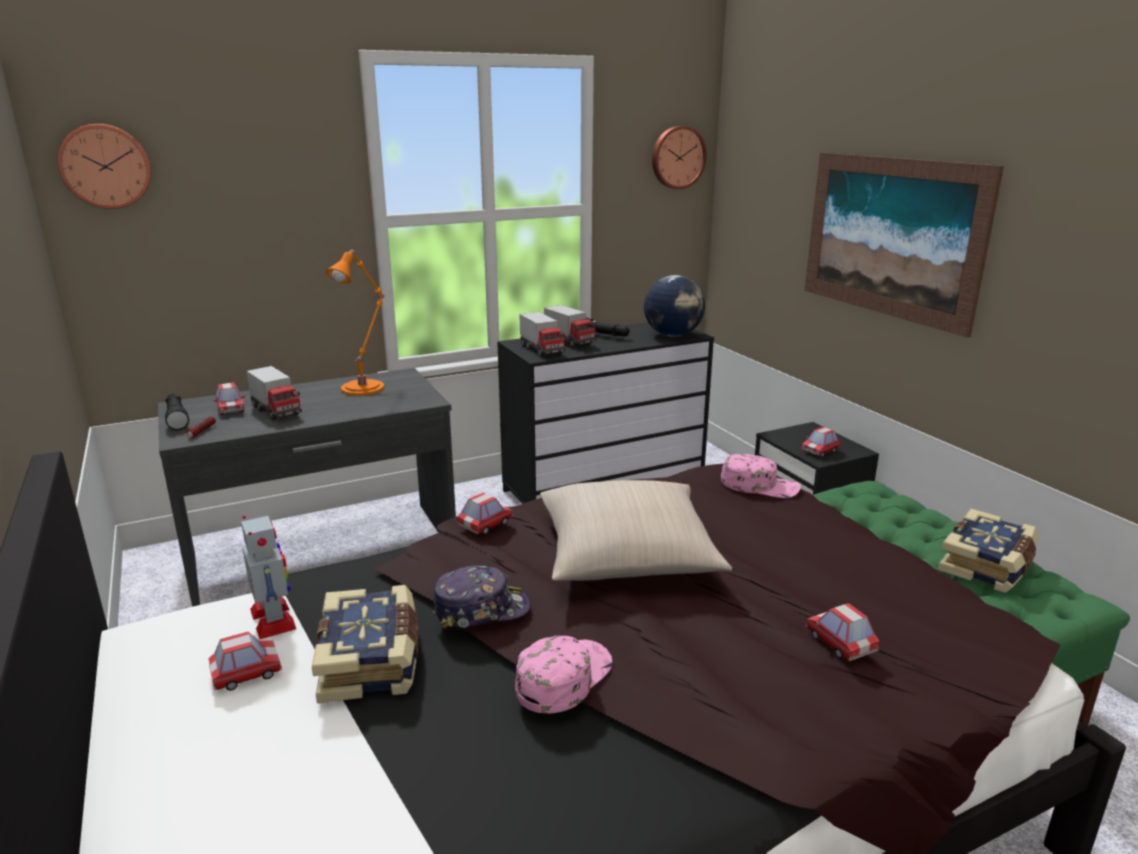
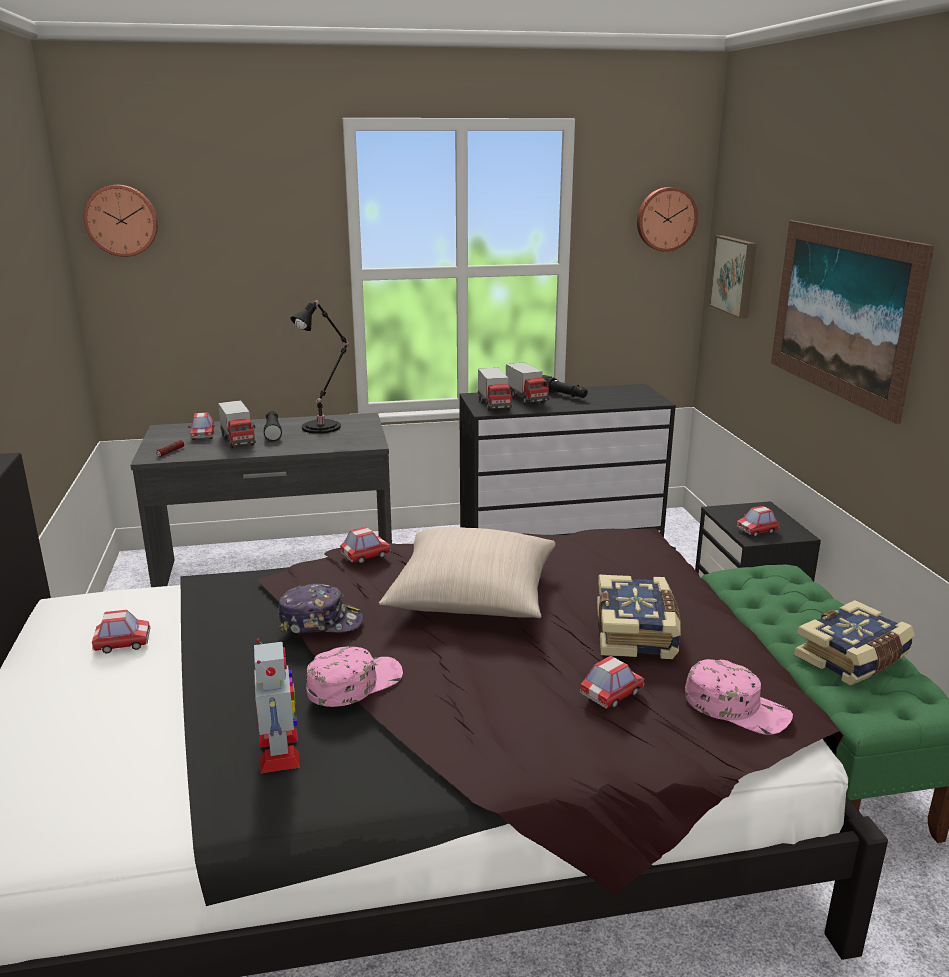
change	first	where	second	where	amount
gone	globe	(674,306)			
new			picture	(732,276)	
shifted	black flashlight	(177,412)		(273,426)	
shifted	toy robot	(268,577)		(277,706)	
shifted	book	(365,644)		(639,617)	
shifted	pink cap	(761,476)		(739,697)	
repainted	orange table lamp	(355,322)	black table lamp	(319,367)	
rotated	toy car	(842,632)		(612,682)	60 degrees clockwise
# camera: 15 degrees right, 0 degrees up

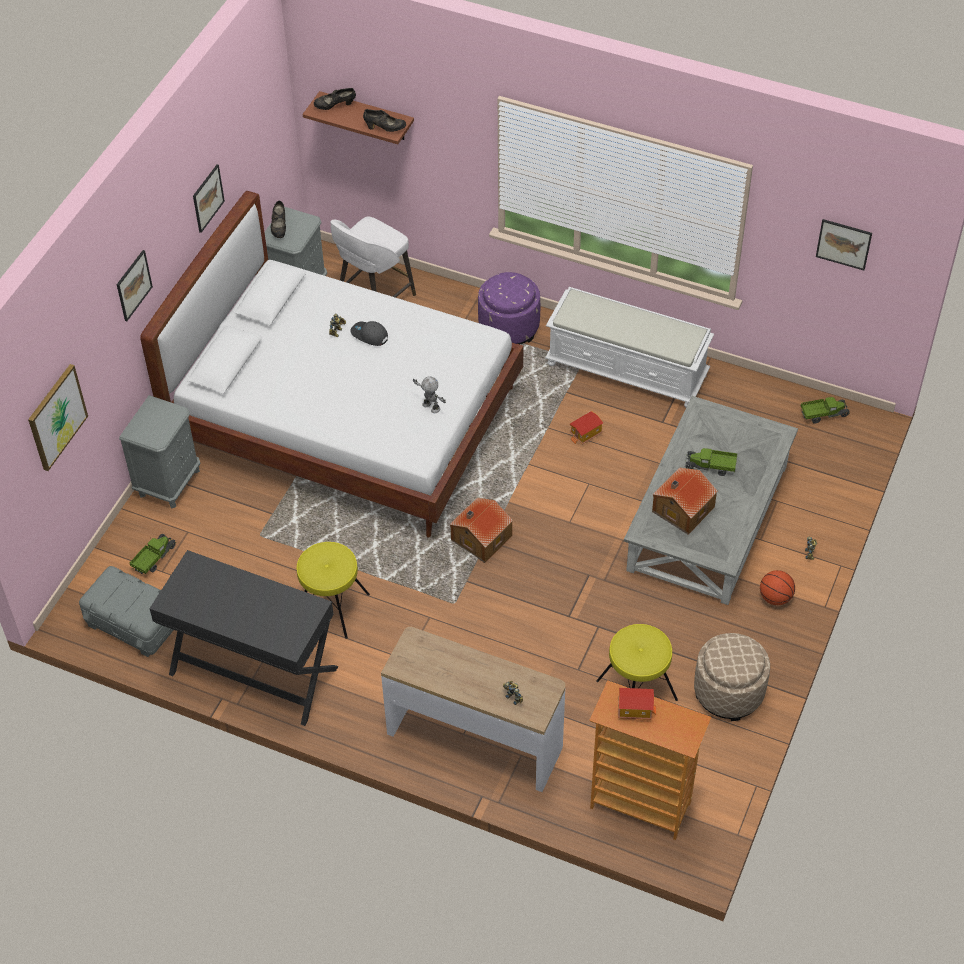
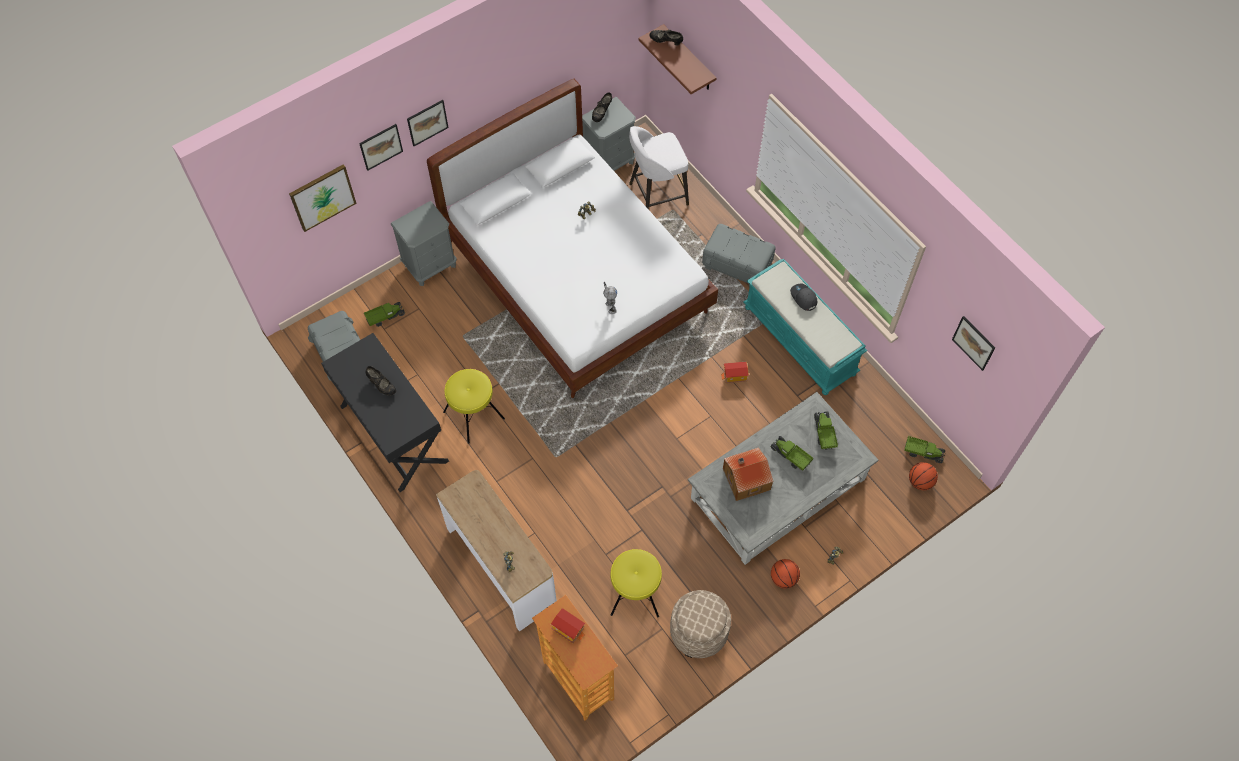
change	first	where	second	where	amount
gone	toy house	(481,530)			
new			toy truck	(826,430)	
new			basketball	(923,476)	
shifted	picture	(209,199)		(381,147)	
shifted	grey cap	(369,333)		(803,297)	
shifted	black shoe	(384,120)		(381,380)	
swapped	purple ottoman	(509,308)	grey storage box	(739,255)	
repainted	white bench	(629,347)	turquoise bench	(805,326)	
# camera: 30 degrees right, 10 degrees up

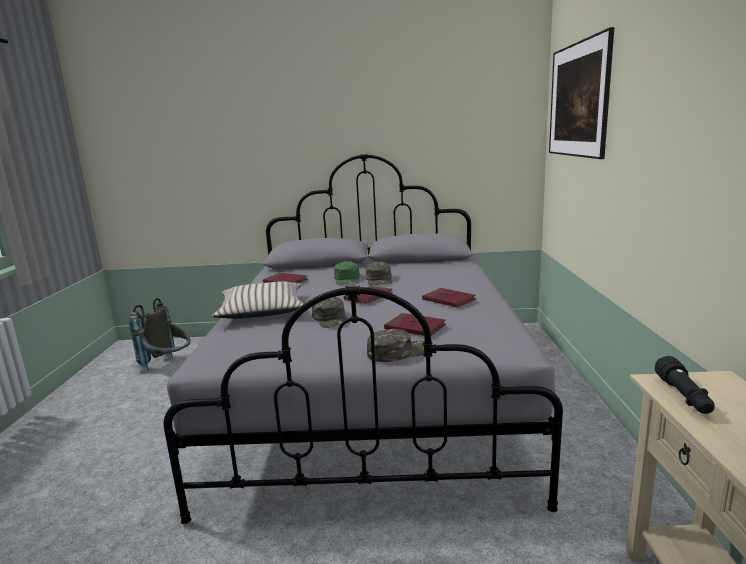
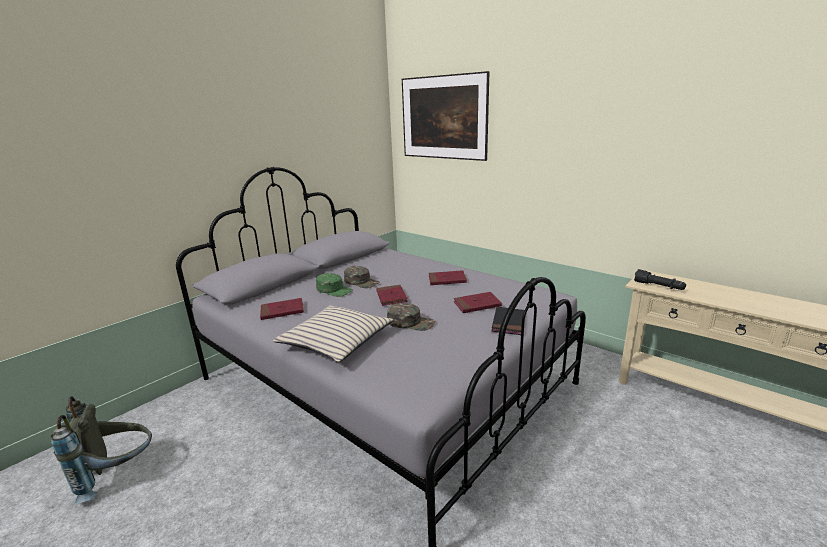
change	first	where	second	where	amount
swapped	green cap	(395,345)	black book	(508,321)	
# camera: 50 degrees left, 5 degrees up

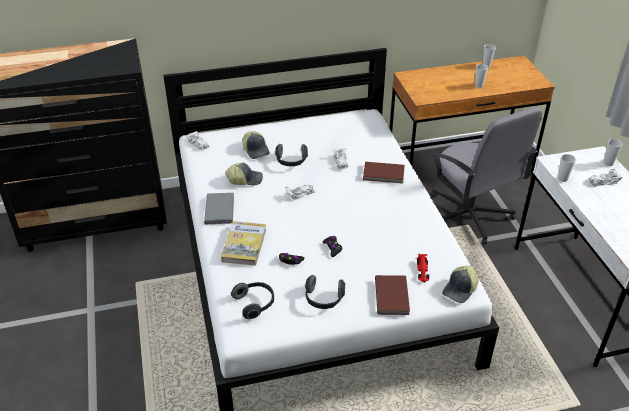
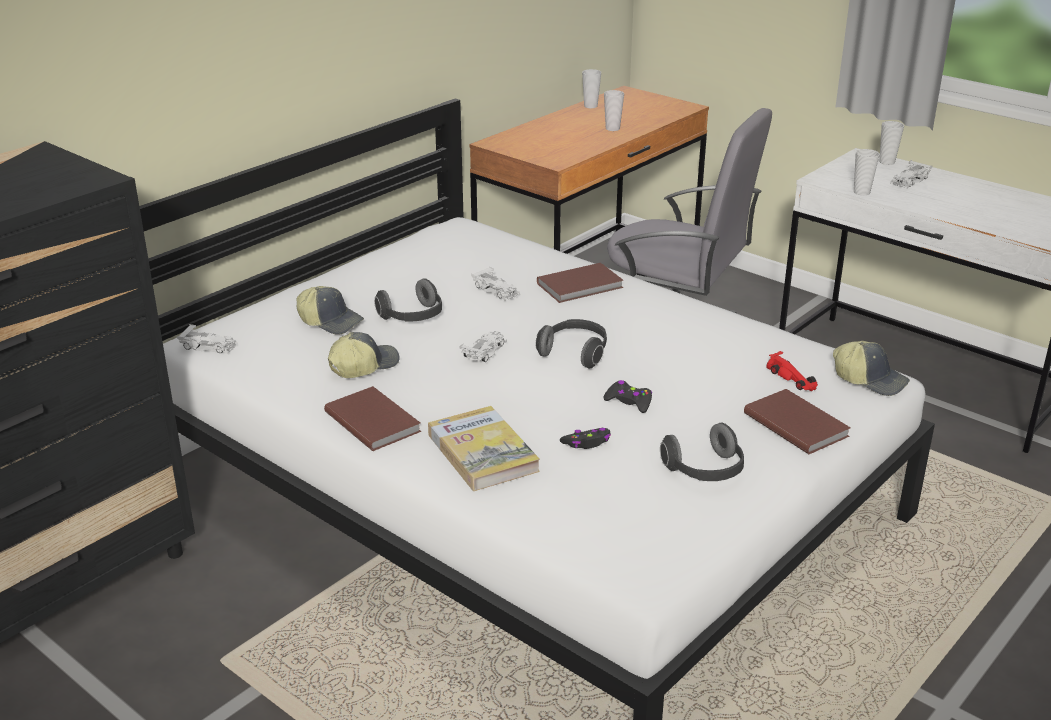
change	first	where	second	where	amount
shifted	headphones	(252,300)		(571,344)	
repainted	grey book	(219,208)	brown book	(372,418)	
rotated	cap	(460,284)		(871,368)	60 degrees counterclockwise
# camera: 35 degrees left, 10 degrees down

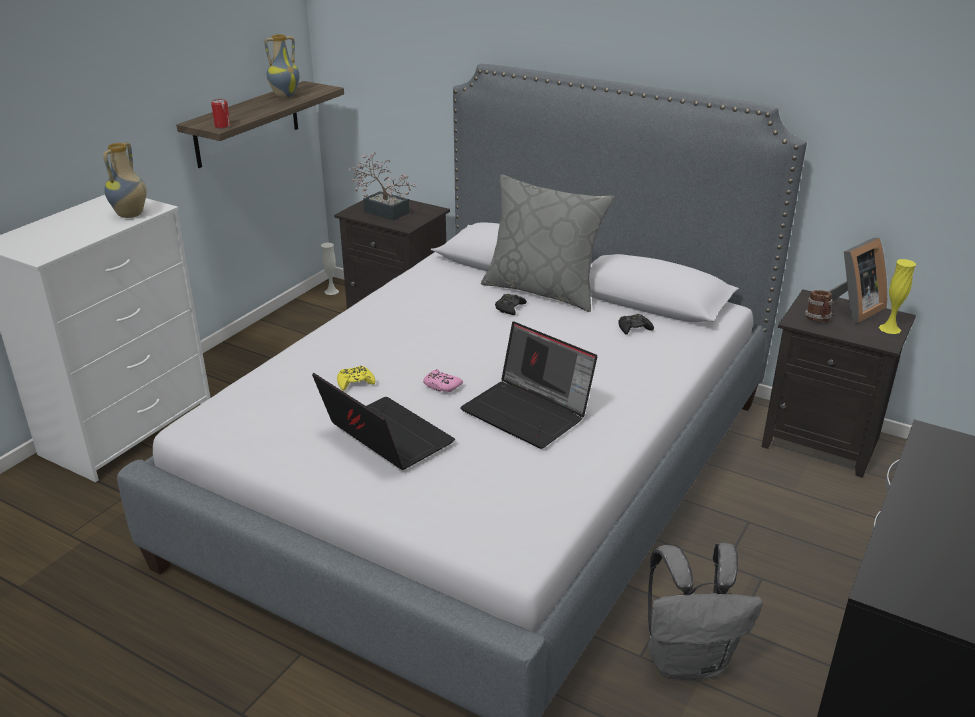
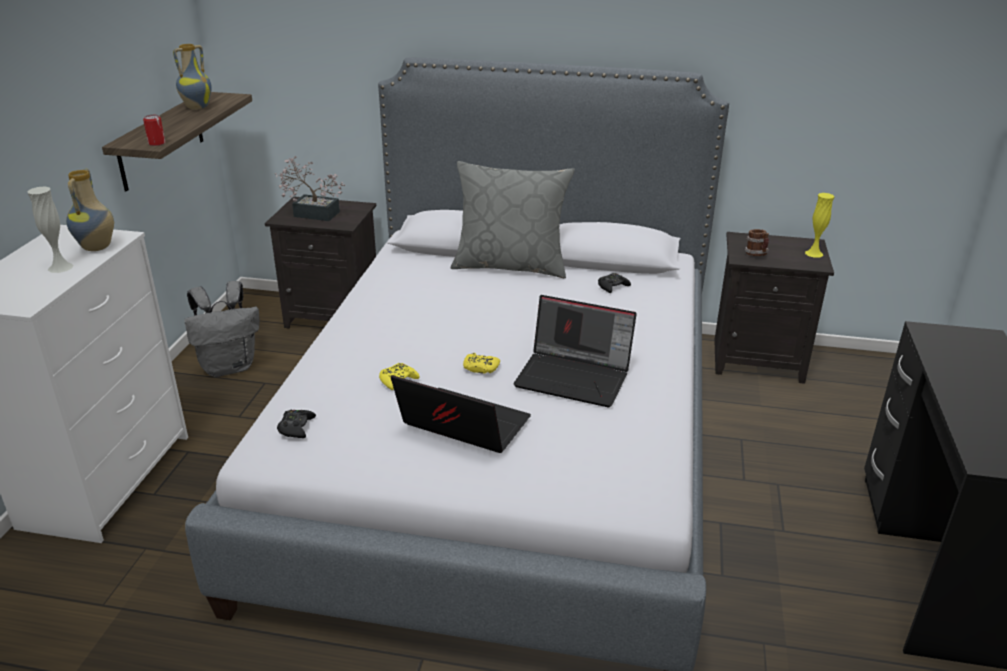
change	first	where	second	where	amount
gone	picture frame	(857,280)			
shifted	white vase	(330,269)		(50,230)	
shifted	black game controller	(511,304)		(296,424)	
shifted	grey backpack	(705,611)		(222,329)	
repainted	pink game controller	(443,381)	yellow game controller	(481,363)	
# camera: 20 degrees left, 0 degrees up

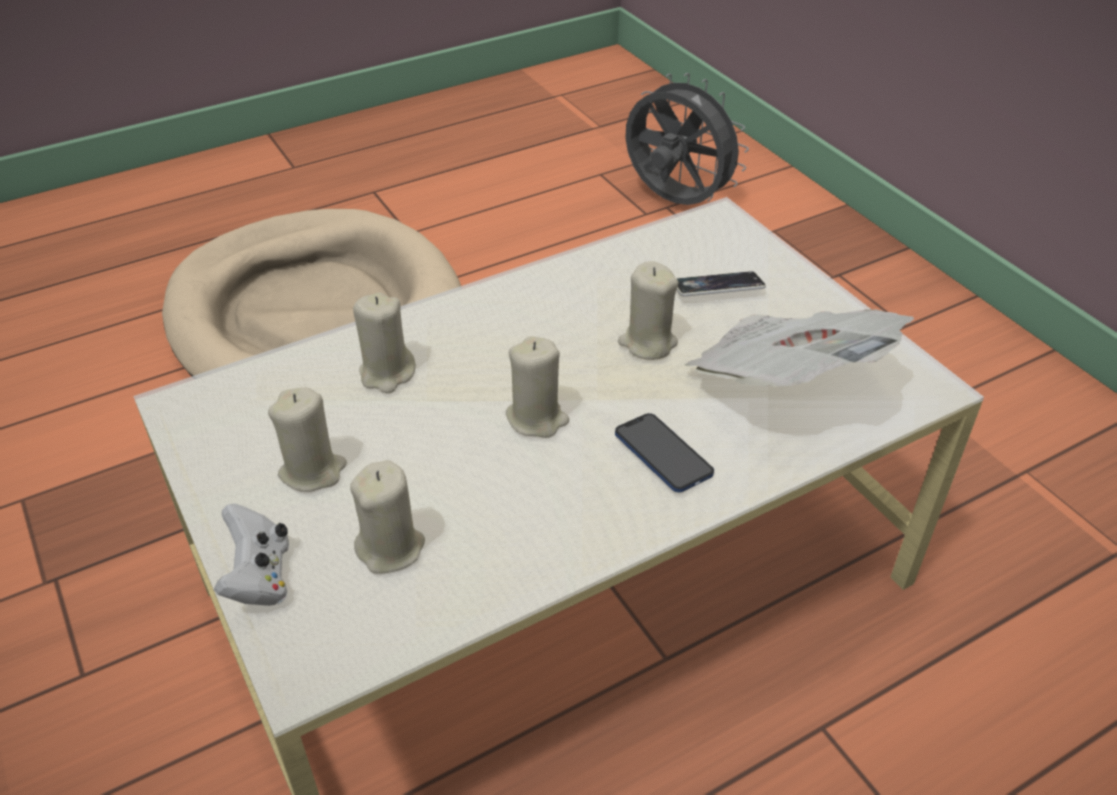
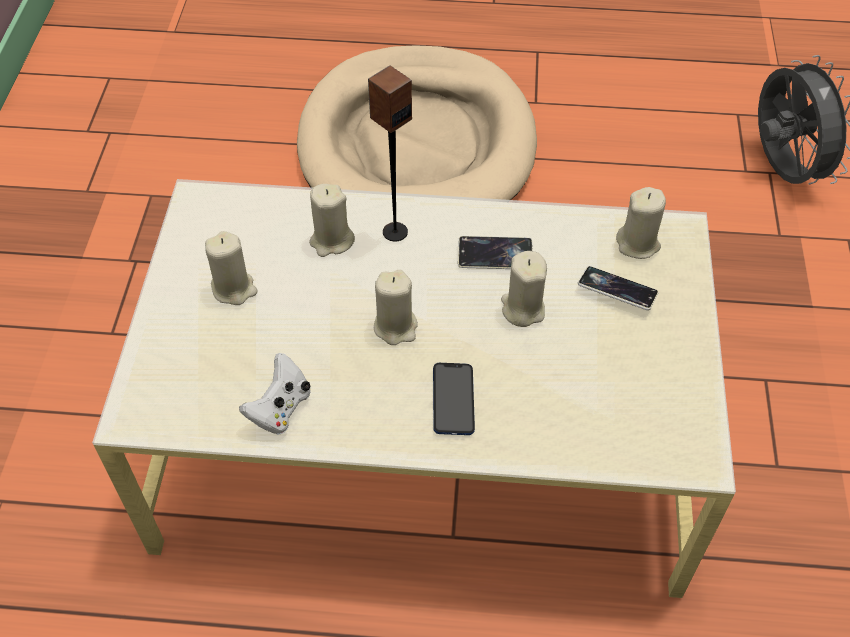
change	first	where	second	where	amount
gone	newspaper	(799,348)			
new			speaker	(390,153)	
new			phone	(495,252)	
shifted	white game controller	(251,555)		(275,394)	
shifted	beige candle	(387,517)		(641,223)	
# camera: 35 degrees right, 10 degrees up

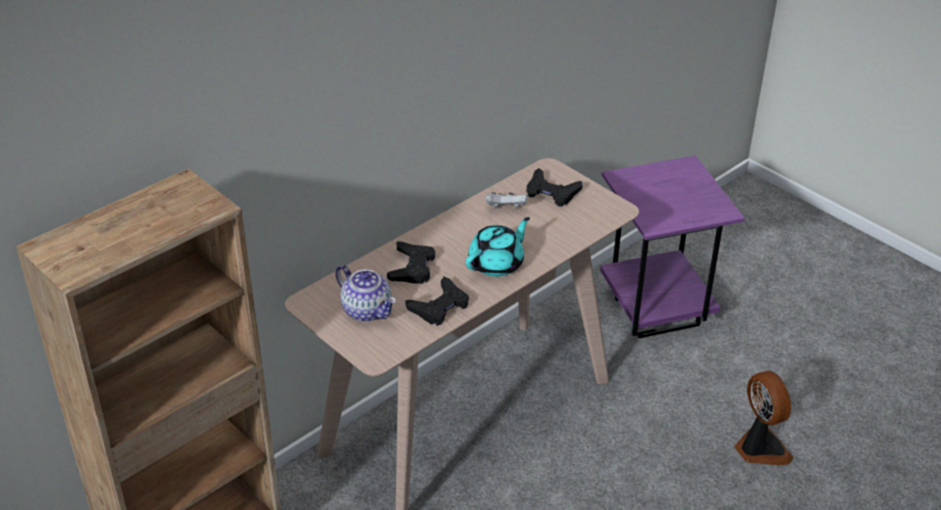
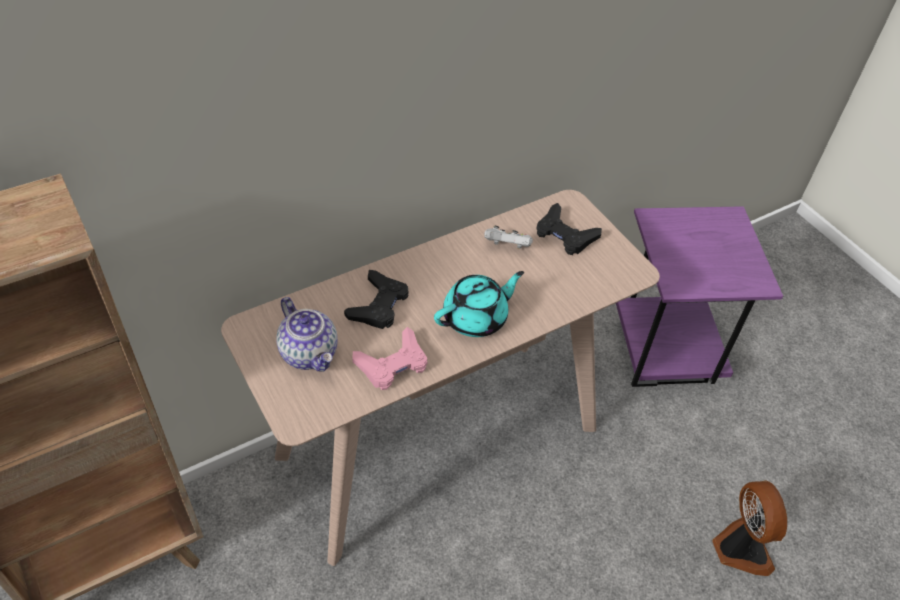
change	first	where	second	where	amount
repainted	black game controller	(437,301)	pink game controller	(389,358)	
# camera: 10 degrees right, 10 degrees up

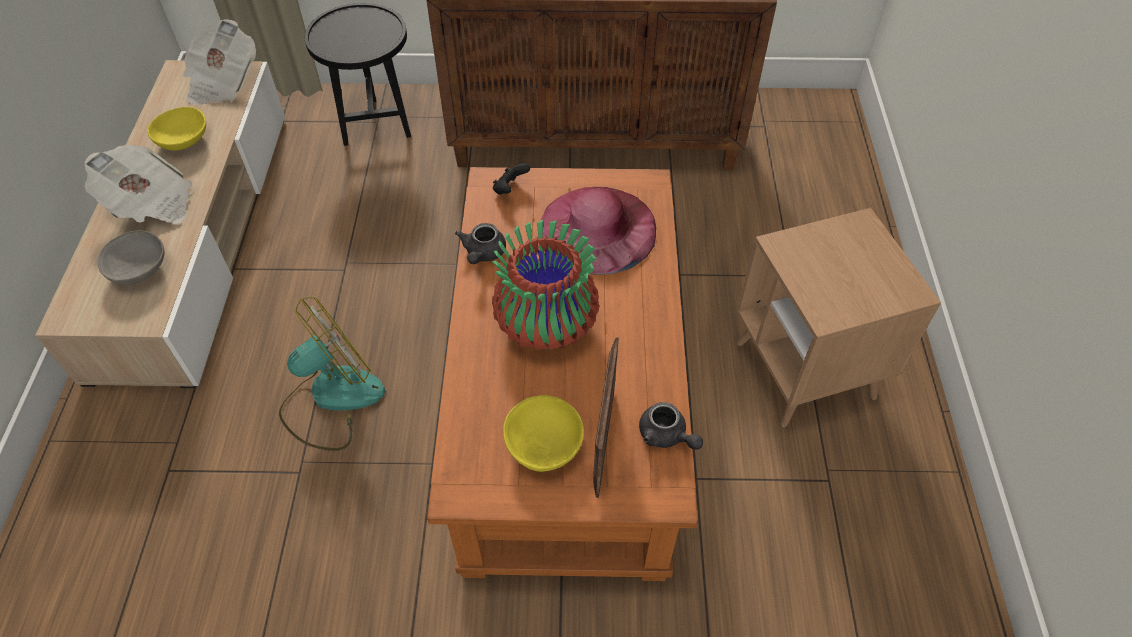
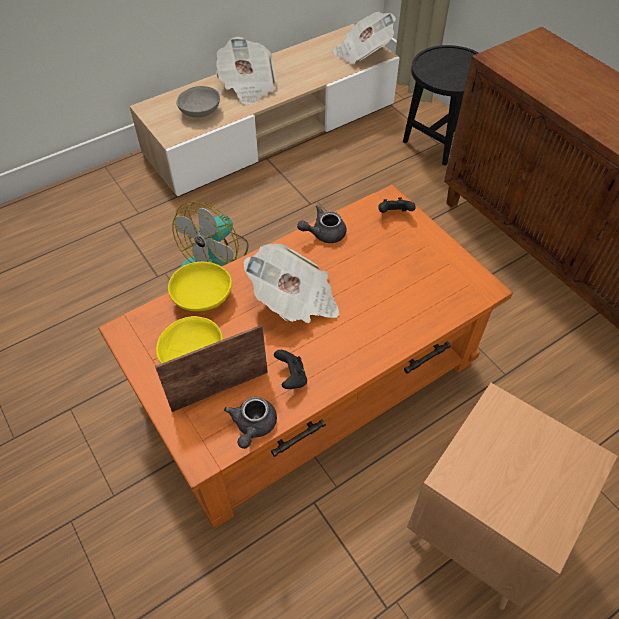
change	first	where	second	where	amount
gone	pink hat	(598,231)			
new			black game controller	(290,369)	
shifted	yellow bowl	(176,129)		(200,286)	
swapped	vase	(545,285)	newspaper	(292,283)	
rotated	fan	(332,373)		(210,235)	105 degrees clockwise
# camera: 55 degrees right, 0 degrees up

